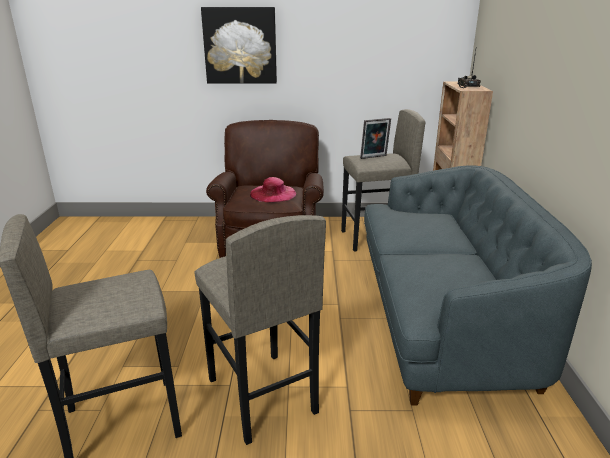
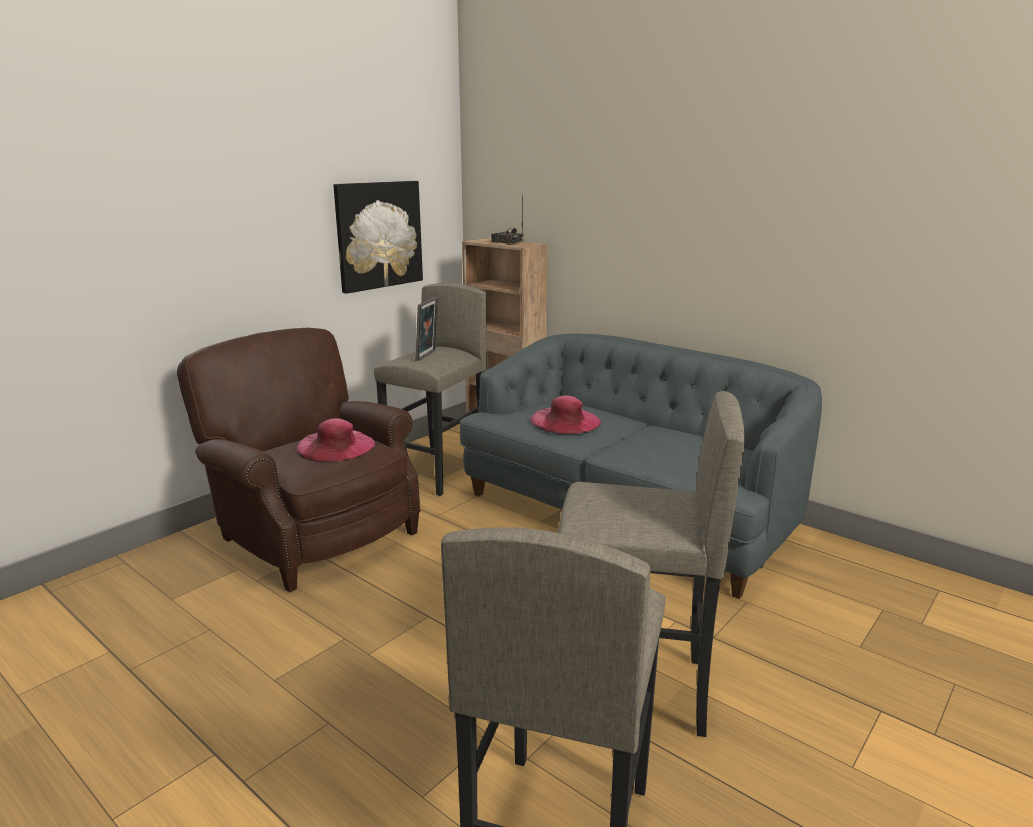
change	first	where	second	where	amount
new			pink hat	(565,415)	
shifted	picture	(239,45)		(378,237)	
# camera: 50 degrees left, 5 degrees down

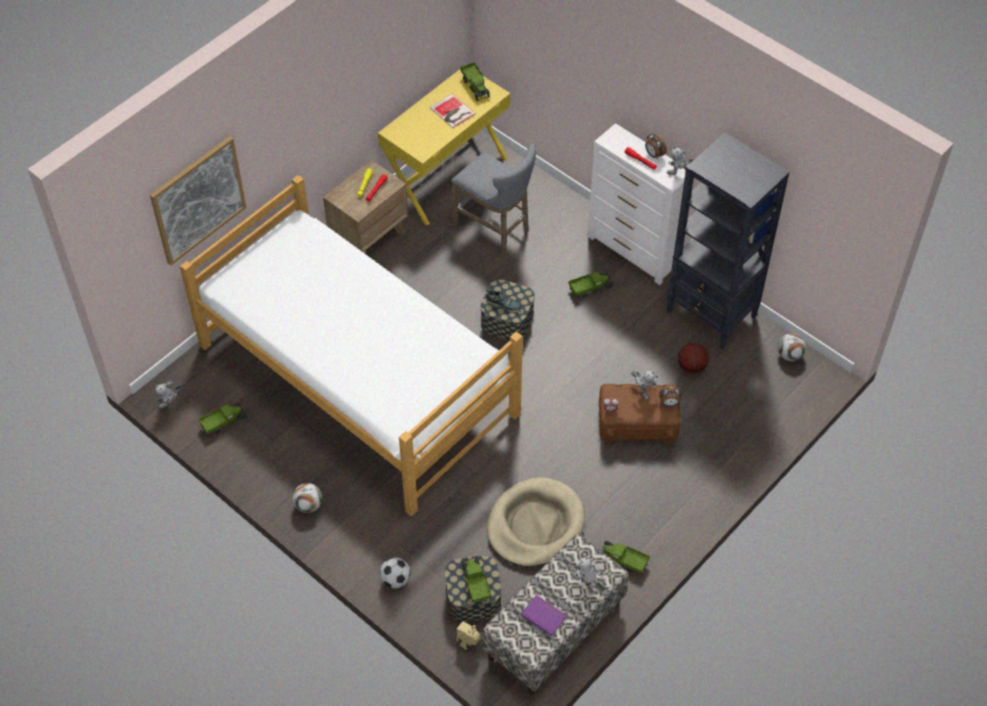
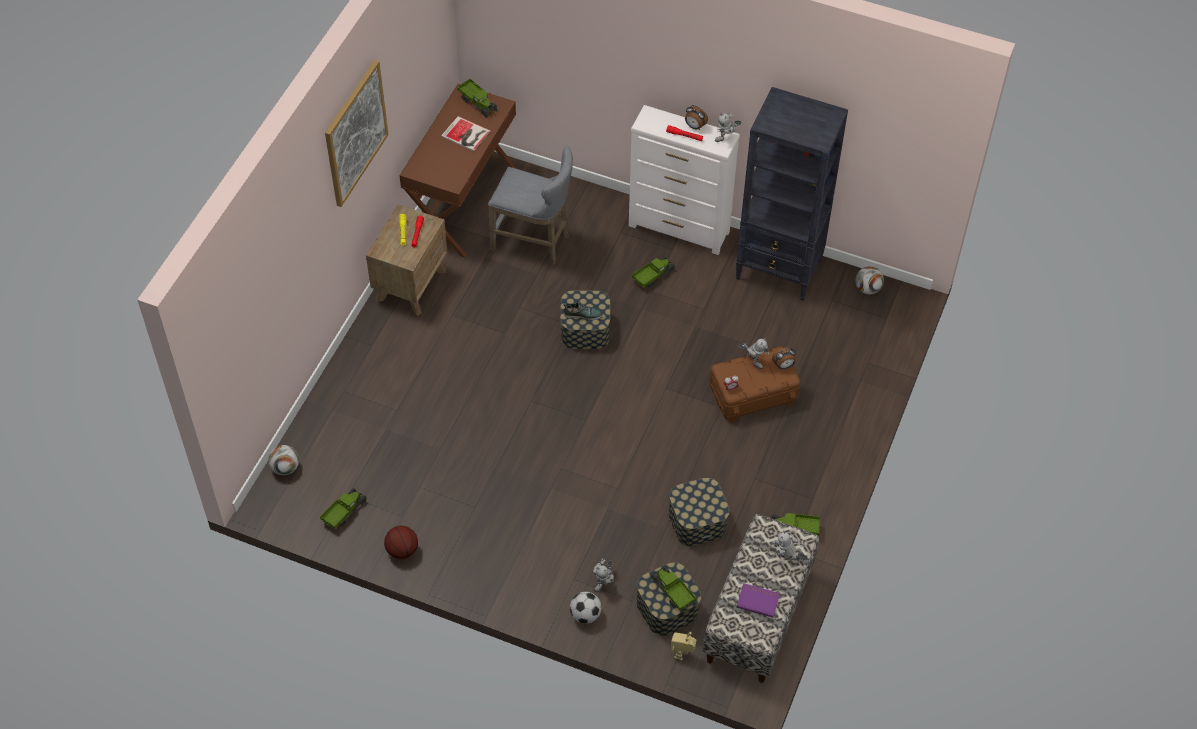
change	first	where	second	where	amount
gone	bed	(351,345)			
shifted	picture	(198,201)		(357,133)	
shifted	toy robot	(168,394)		(603,575)	
shifted	football	(307,498)		(283,460)	
shifted	basketball	(693,358)		(401,542)	
swapped	beige dog bed	(536,522)	storage box	(699,512)	
repainted	yellow desk	(444,146)	brown desk	(458,170)	
# camera: 20 degrees left, 0 degrees up

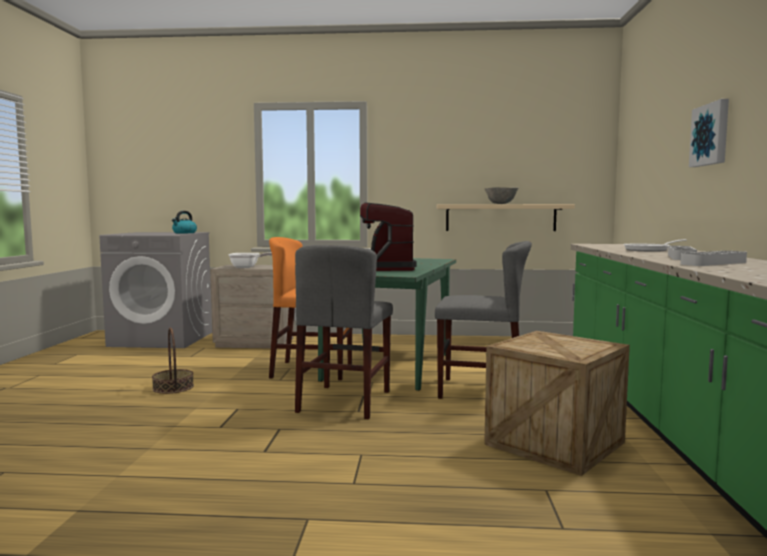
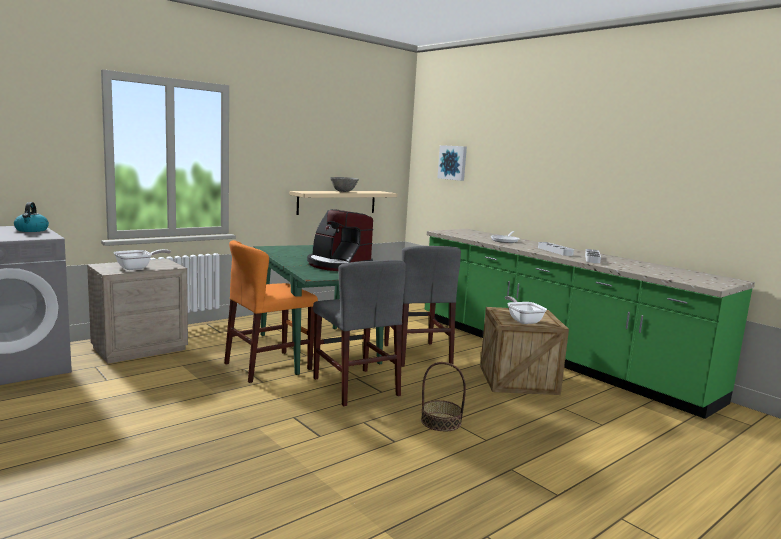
change	first	where	second	where	amount
new			frying pan	(526,310)	
shifted	basket	(173,361)		(443,396)	
shifted	picture	(709,133)		(452,163)	
rotated	grey chair	(483,320)		(422,306)	105 degrees clockwise
# camera: 45 degrees left, 5 degrees up

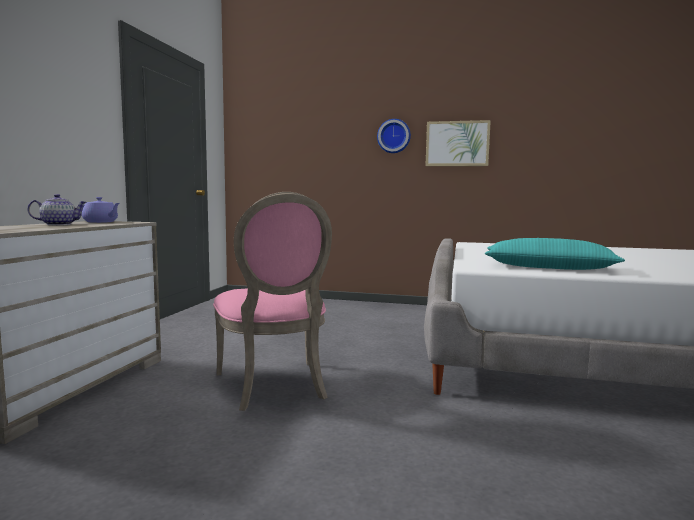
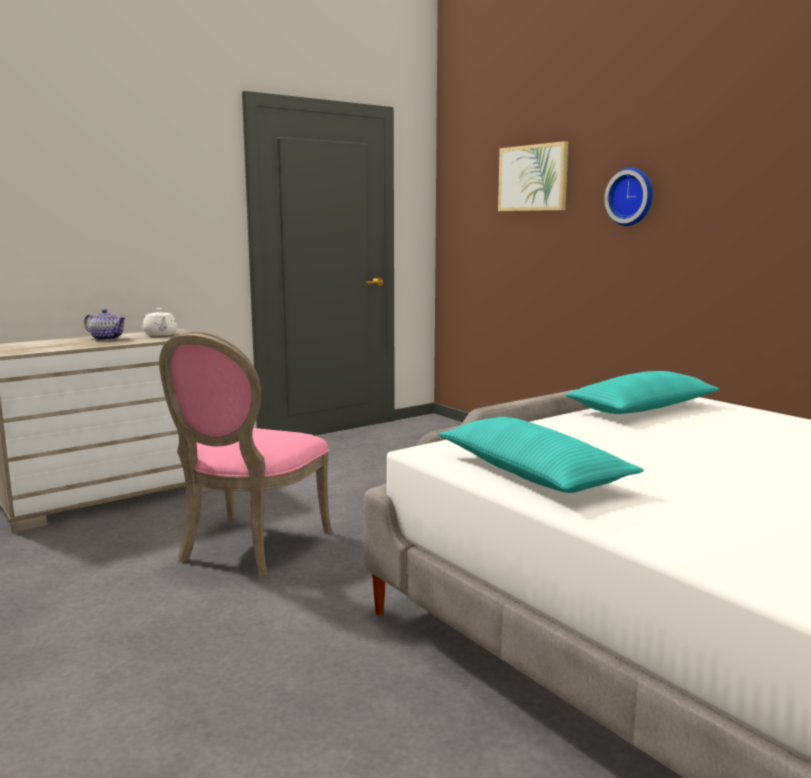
change	first	where	second	where	amount
new			turquoise pillow	(642,392)	
shifted	picture	(458,143)		(533,176)	
repainted	purple teapot	(101,210)	white teapot	(160,322)	
# camera: 40 degrees right, 5 degrees up

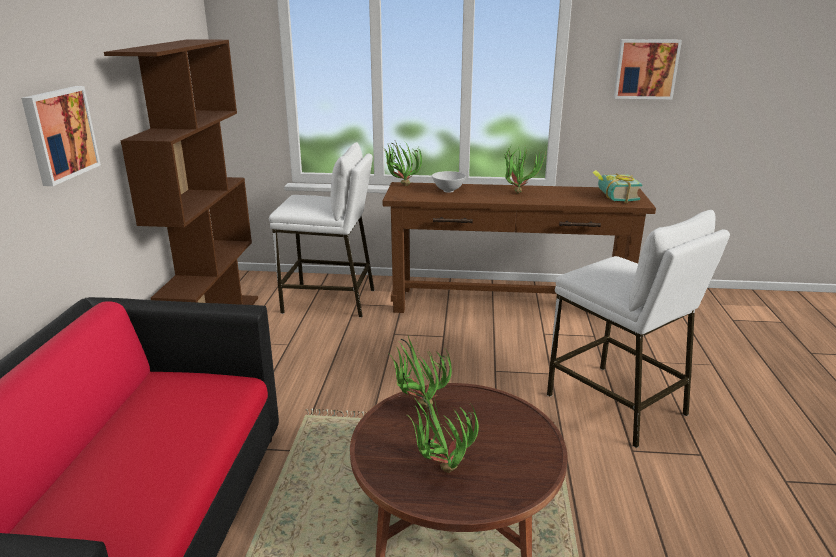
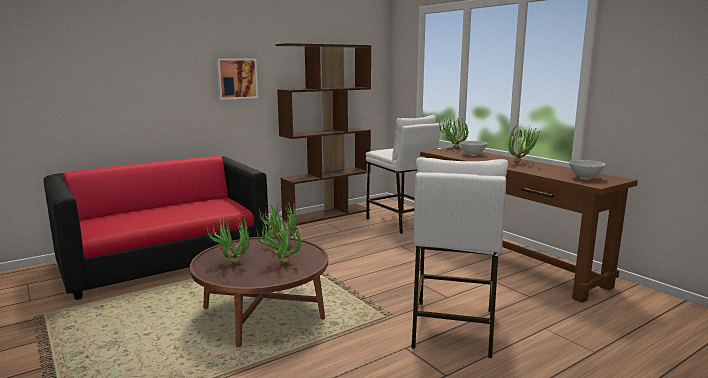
change	first	where	second	where	amount
gone	picture	(648,69)			
new			potted plant	(279,240)	
swapped	book	(617,186)	white bowl	(587,169)	
# camera: 50 degrees right, 10 degrees down

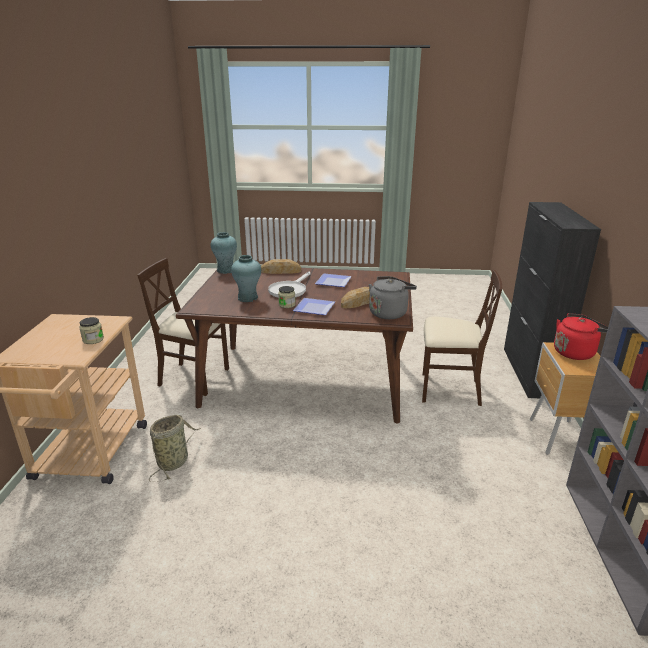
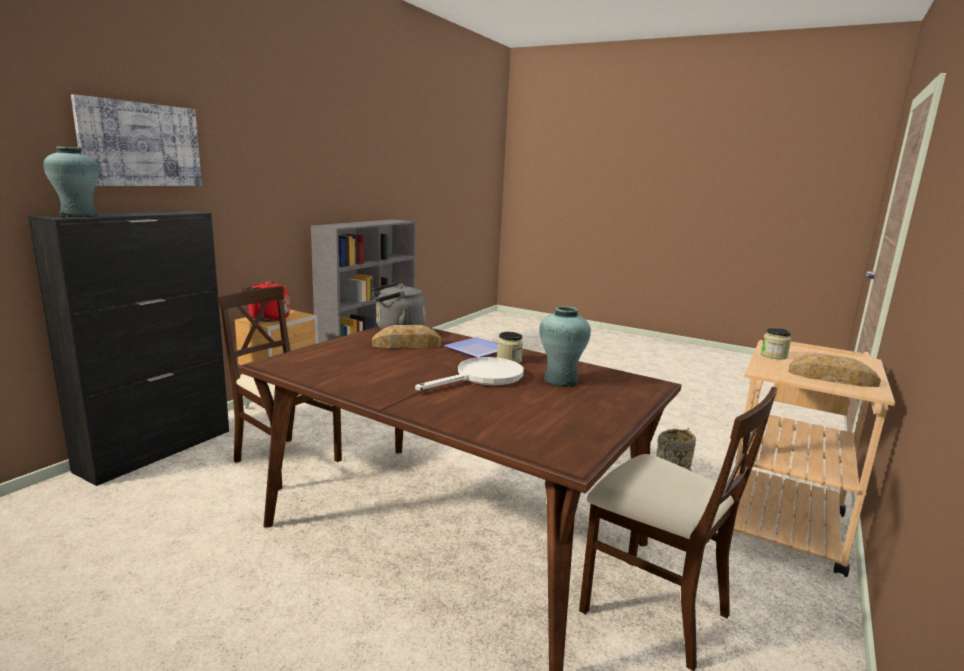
change	first	where	second	where	amount
gone	plate	(333,280)			
new			picture	(136,140)	
shifted	turquoise vase	(224,253)		(71,181)	
shifted	bread	(281,266)		(834,370)	
# camera: 155 degrees left, 10 degrees down

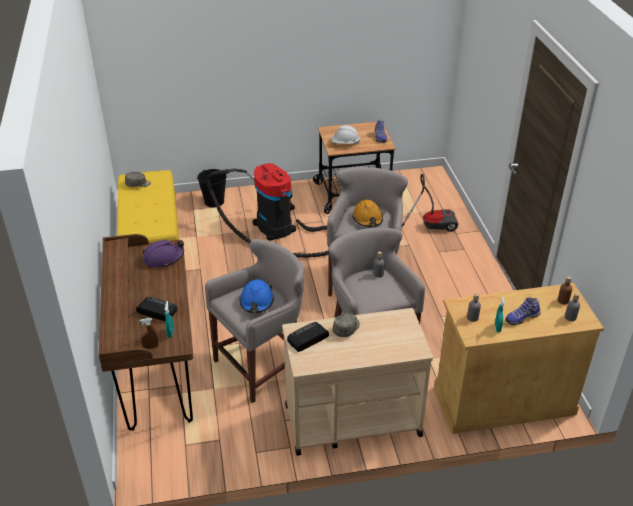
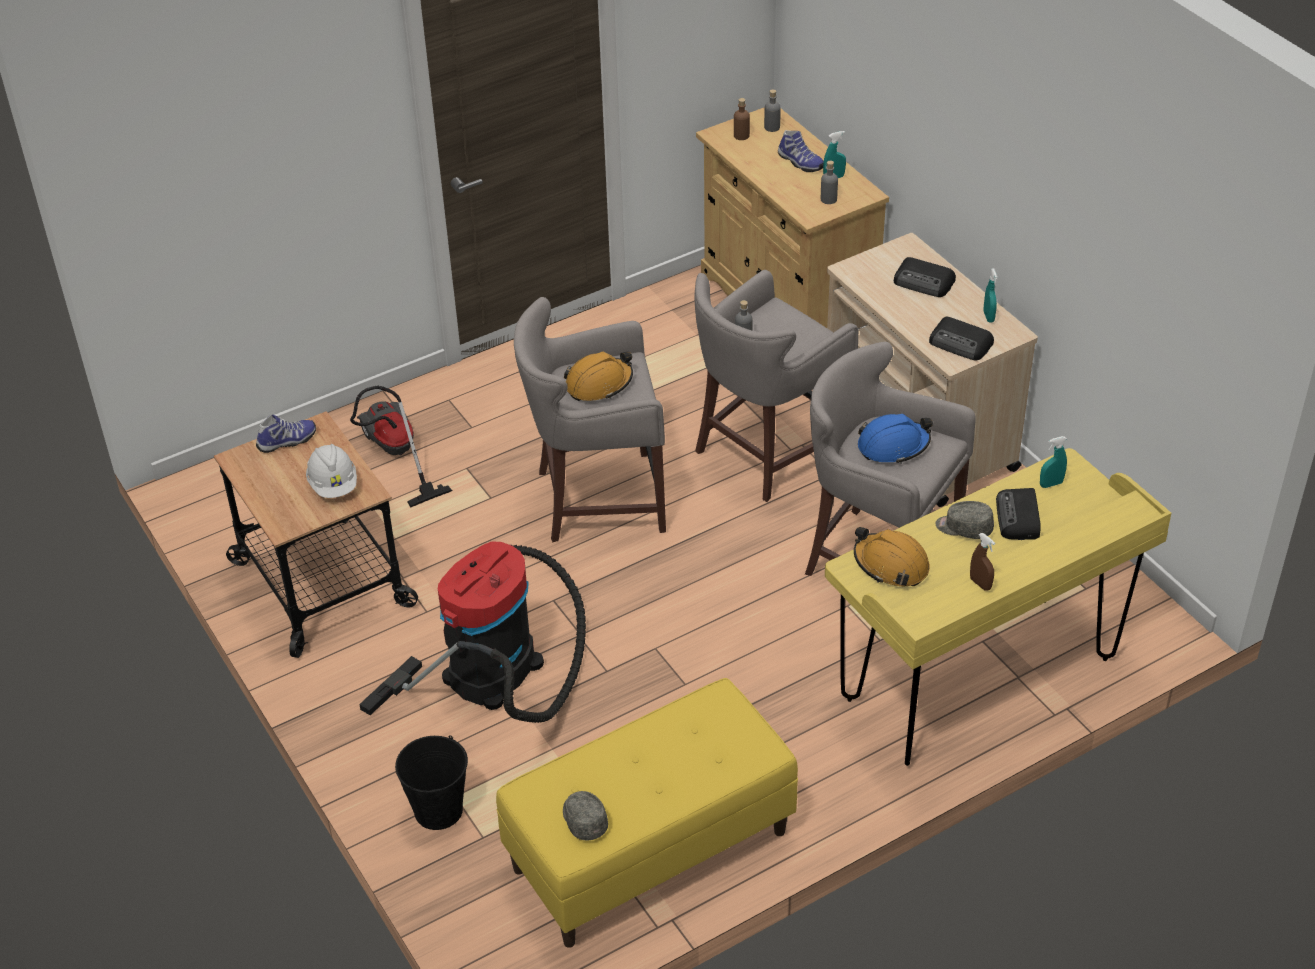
change	first	where	second	where	amount
new			radio	(925,277)	
new			turquoise spray bottle	(990,295)	
shifted	brown spray bottle	(149,333)		(982,562)	
shifted	grey cap	(346,325)		(964,520)	
repainted	brown desk	(146,332)	yellow desk	(998,607)	
repainted	purple hard hat	(163,253)	orange hard hat	(892,556)	
# camera: 110 degrees left, 5 degrees up

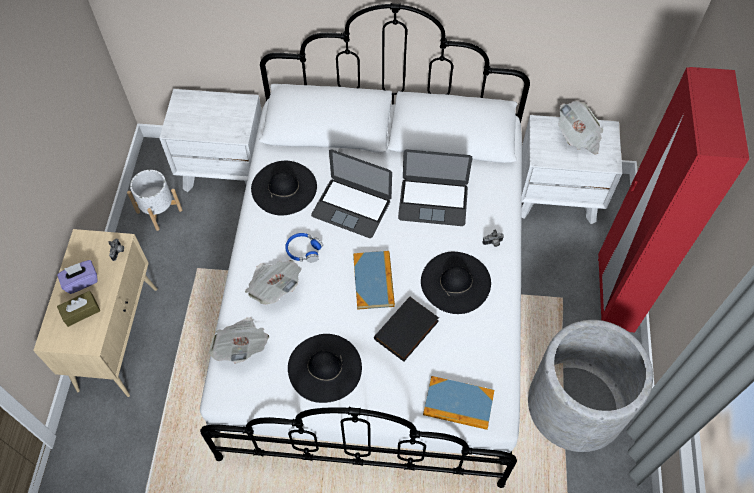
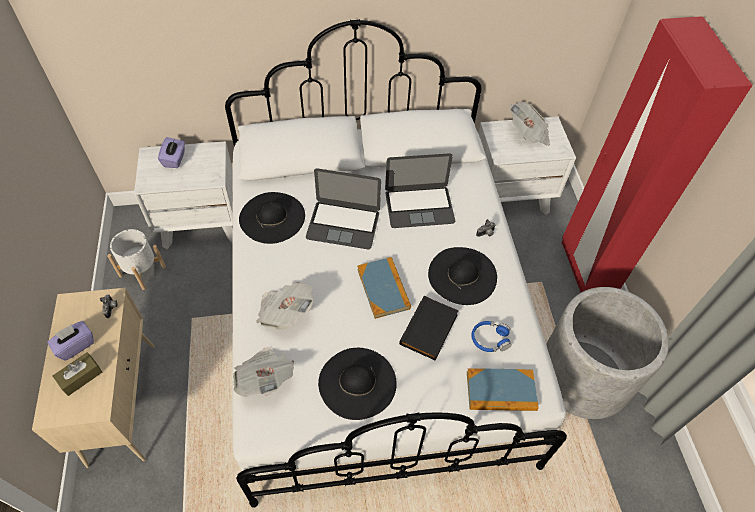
change	first	where	second	where	amount
new			purple tissue box	(171,152)	
shifted	blue headphones	(304,247)		(492,336)	
# camera: 15 degrees left, 5 degrees down

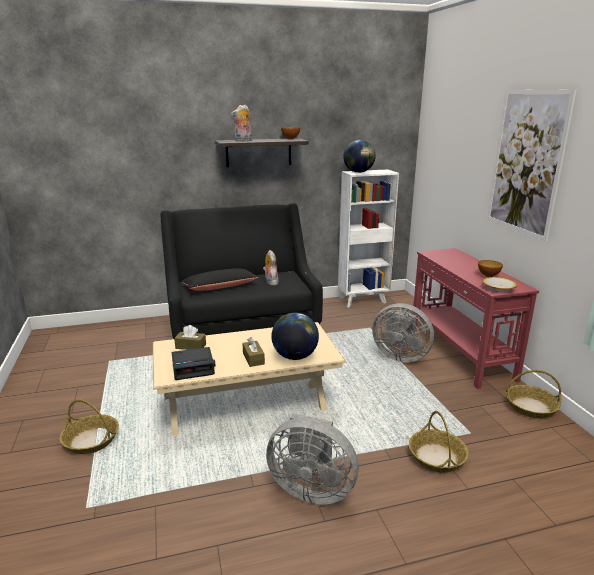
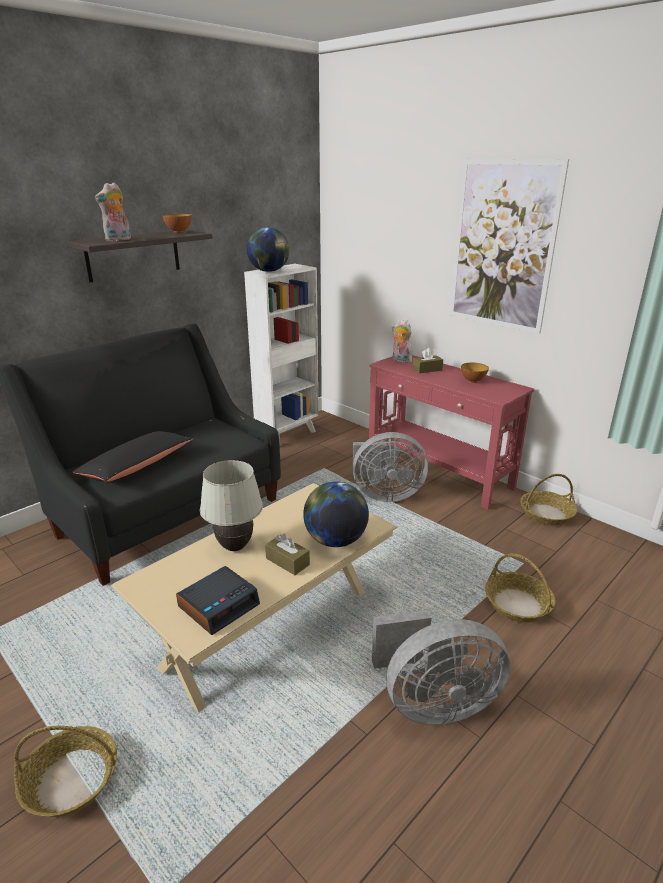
change	first	where	second	where	amount
gone	bowl	(499,284)			
new			white table lamp	(231,505)	
shifted	brown tissue box	(190,337)		(428,360)	
shifted	plush toy	(271,267)		(402,341)	
# camera: 30 degrees left, 5 degrees up

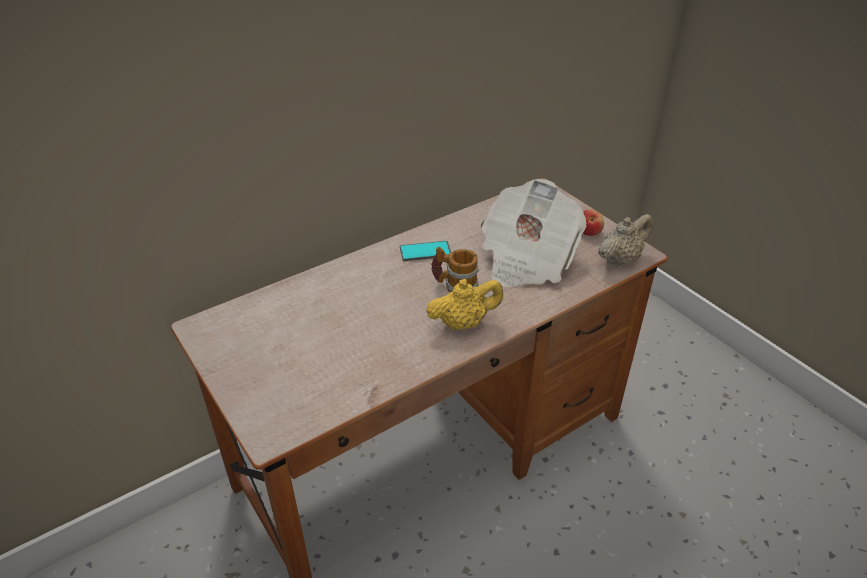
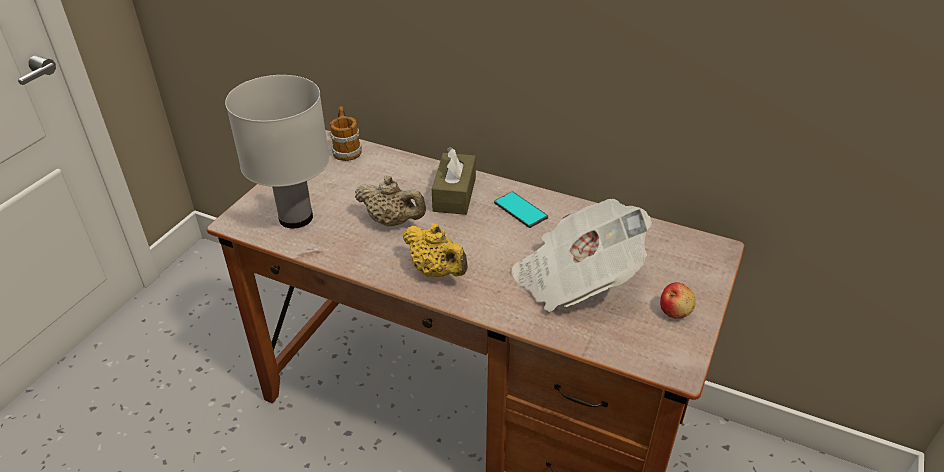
change	first	where	second	where	amount
new			white table lamp	(277,151)	
new			brown tissue box	(454,181)	
shifted	mug	(455,269)		(346,133)	
shifted	beige teapot	(625,240)		(390,201)	
# camera: 60 degrees right, 0 degrees up

